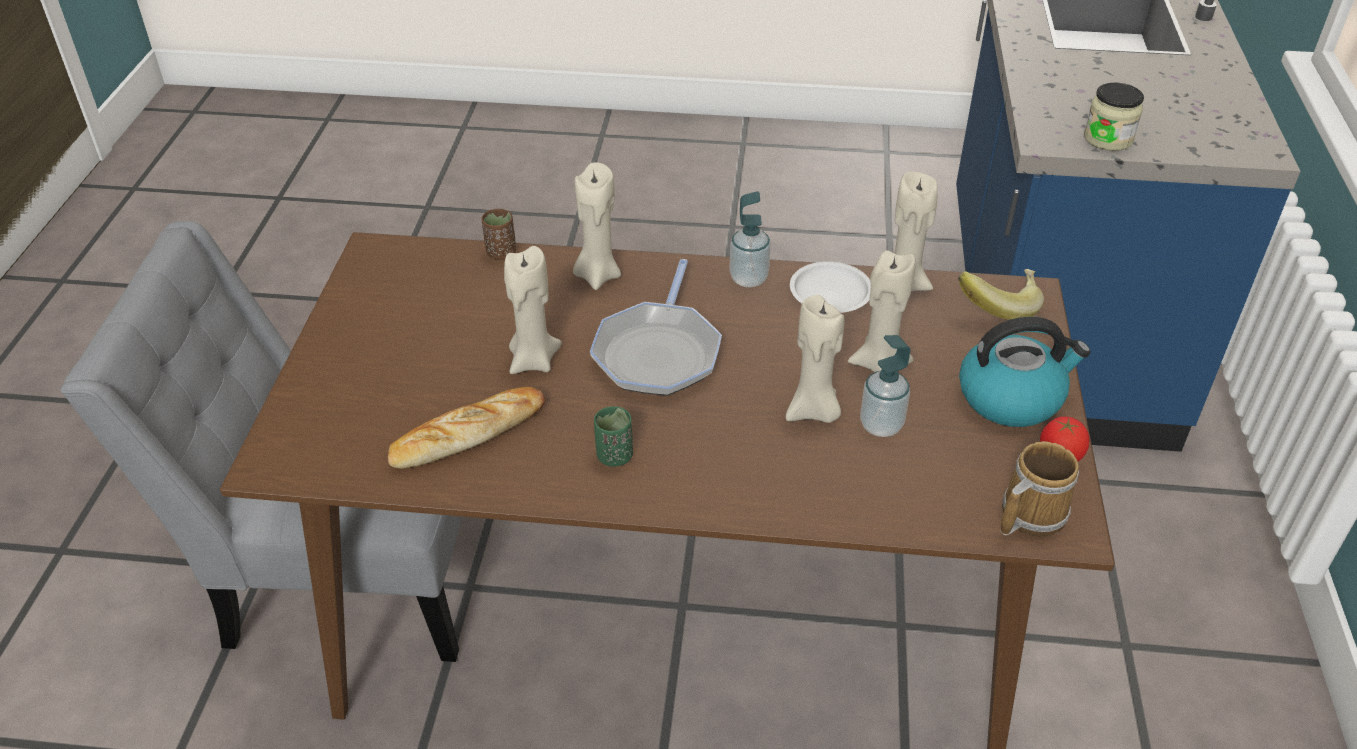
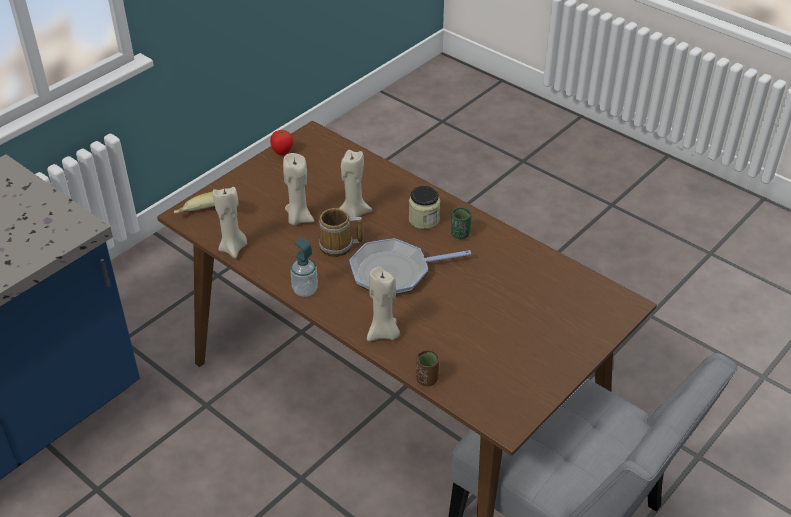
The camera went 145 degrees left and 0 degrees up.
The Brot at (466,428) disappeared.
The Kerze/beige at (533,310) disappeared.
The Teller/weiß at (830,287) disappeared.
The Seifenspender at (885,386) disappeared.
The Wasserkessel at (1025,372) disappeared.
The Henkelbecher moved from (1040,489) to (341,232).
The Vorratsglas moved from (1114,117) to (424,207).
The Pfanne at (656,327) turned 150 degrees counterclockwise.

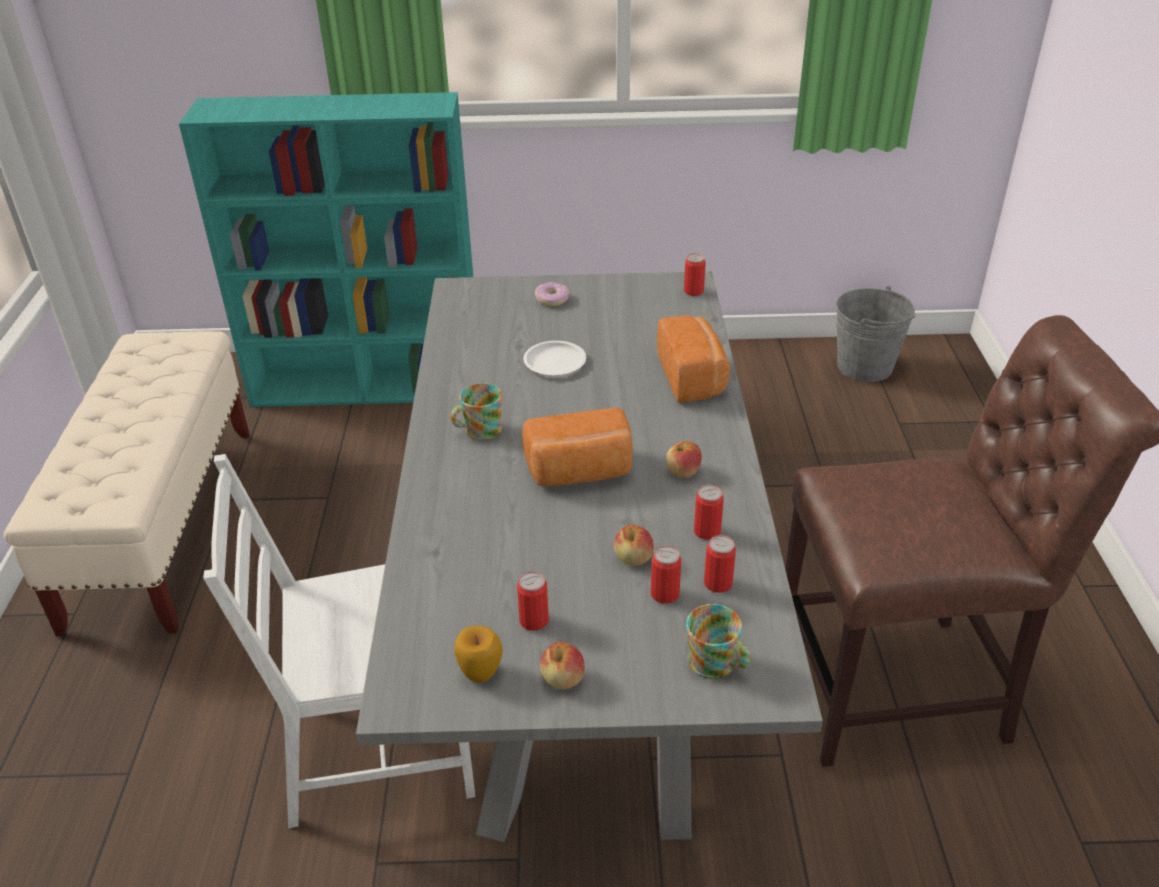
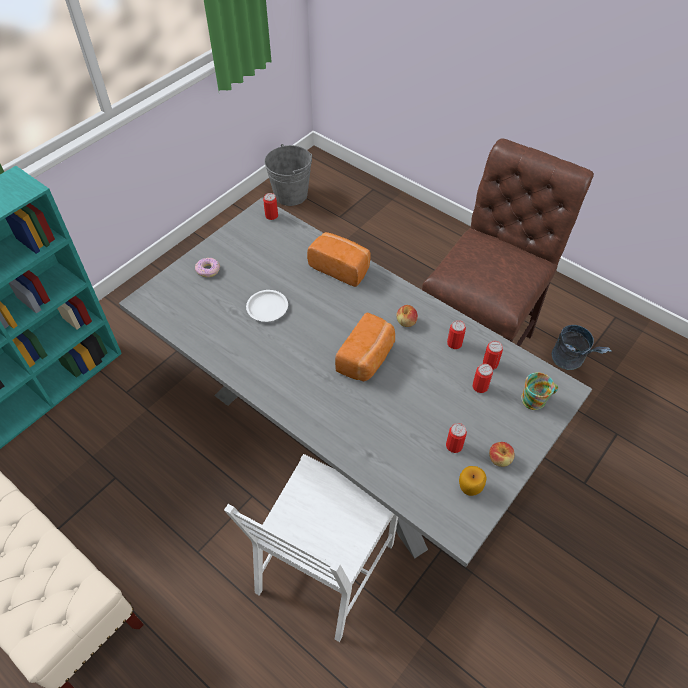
The camera went 50 degrees left and 15 degrees up.
The Henkelbecher at (476,412) disappeared.
The Apfel at (634,545) disappeared.
The Eimer/grau at (582,347) appeared.

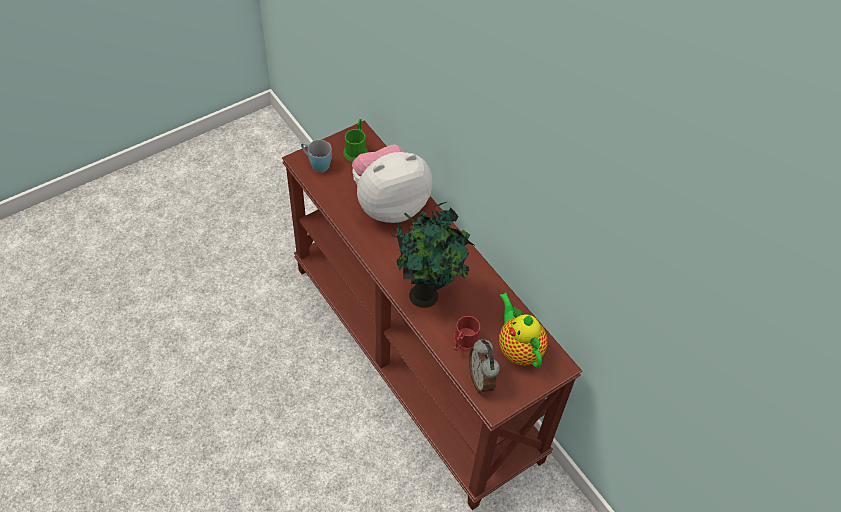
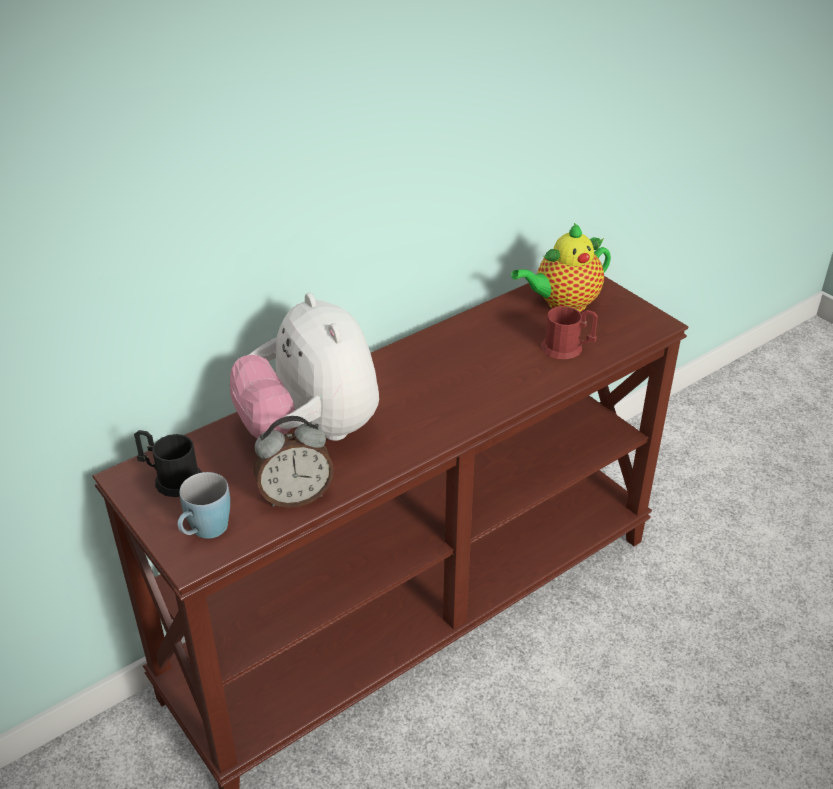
The camera went 90 degrees left and 15 degrees down.
The Topfpflanze at (431,255) disappeared.
The Wecker moved from (484,366) to (294,462).
The Henkelbecher/grün at (355,140) became the Henkelbecher/schwarz at (168,463).

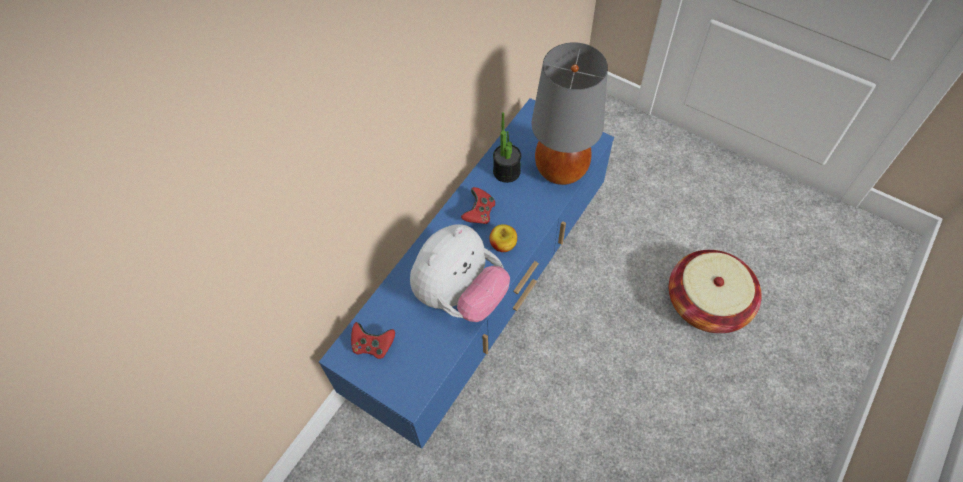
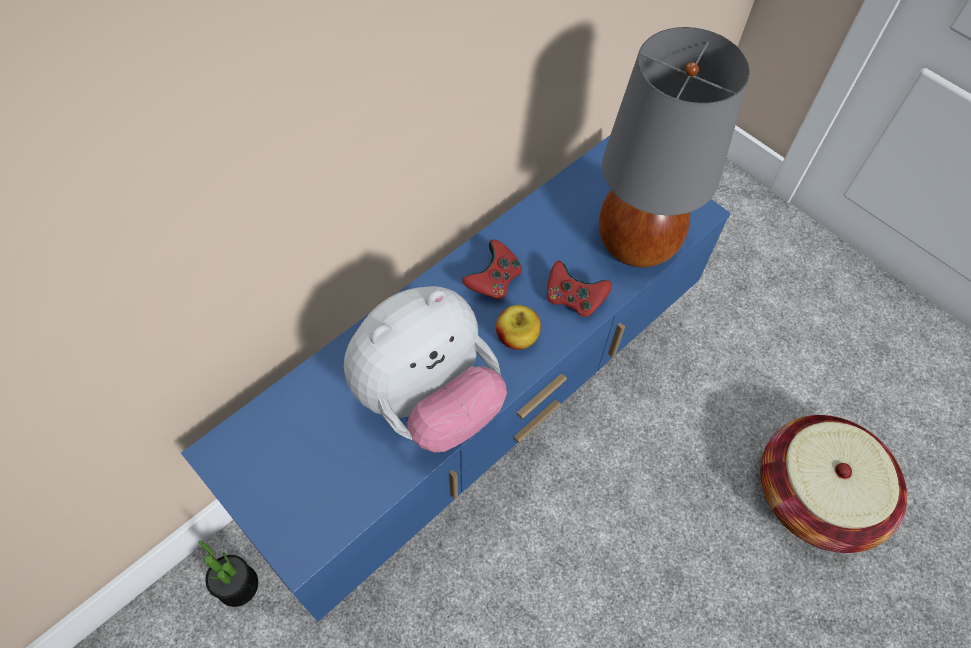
The camera went 10 degrees right and 0 degrees up.
The Gamepad/rot moved from (373,340) to (579,289).
The Topfpflanze moved from (507,147) to (228,573).

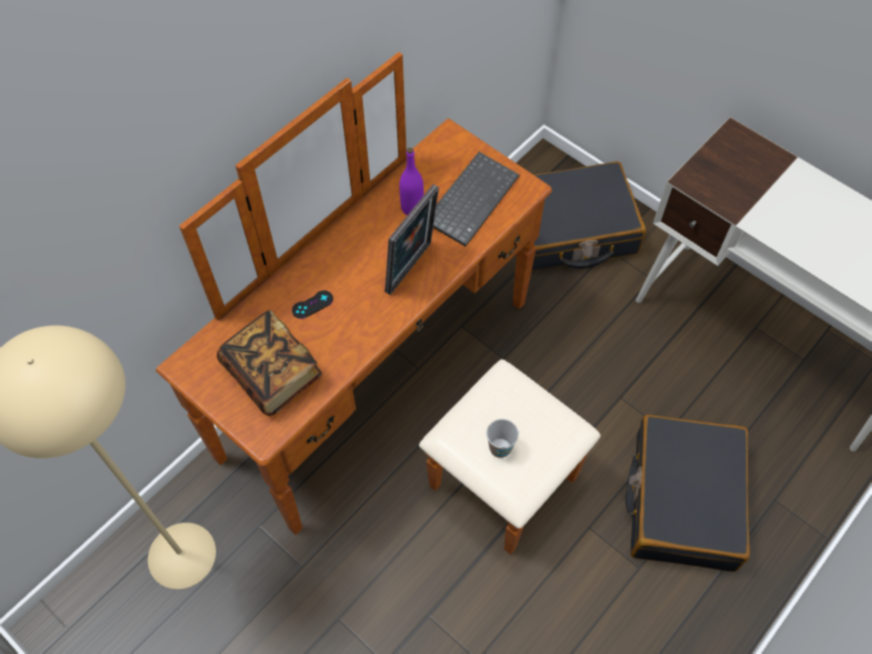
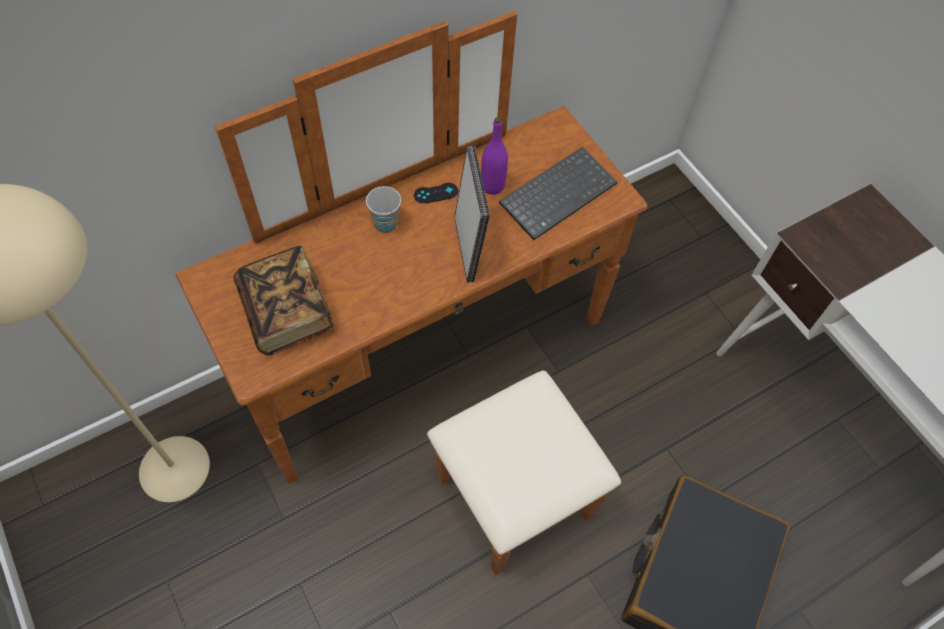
The camera went 15 degrees right and 0 degrees up.
The Koffer/schwarz at (589,216) disappeared.
The Gamepad/schwarz moved from (312,304) to (436,193).
The Tasse moved from (502,438) to (383,209).
The Bilderrahmen at (412,239) turned 60 degrees counterclockwise.

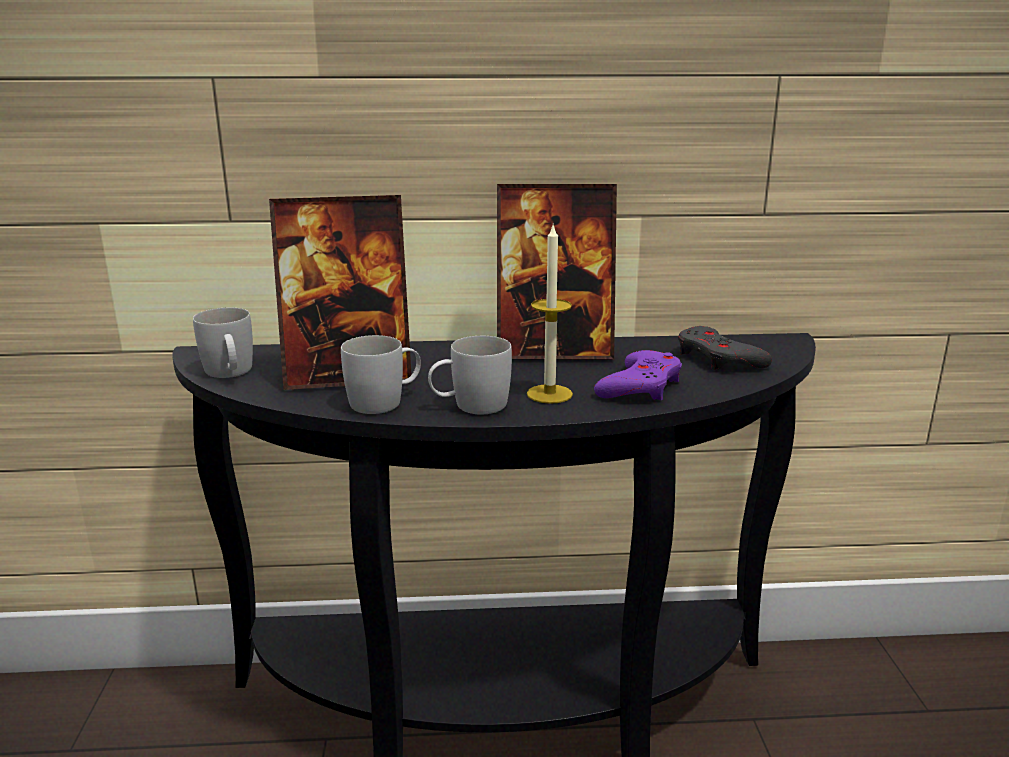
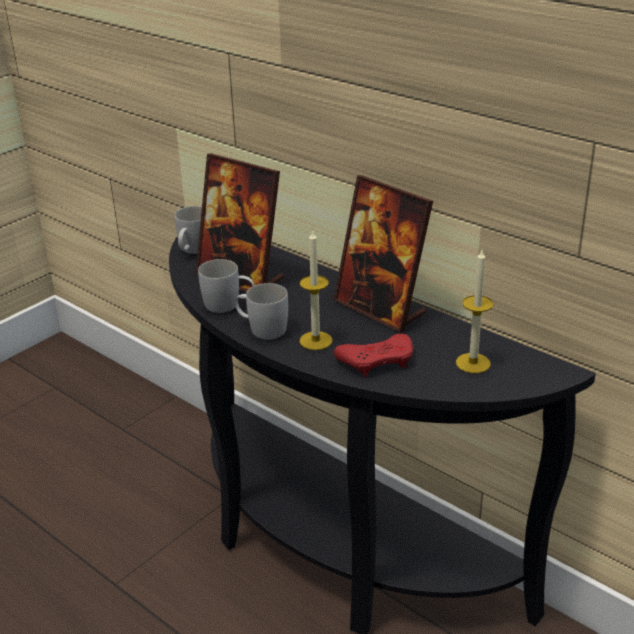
The camera went 45 degrees right and 10 degrees up.
The Gamepad/grau at (725,348) was replaced by the Kerze at (474,311).
The Gamepad/lila at (638,375) became the Gamepad/rot at (373,355).

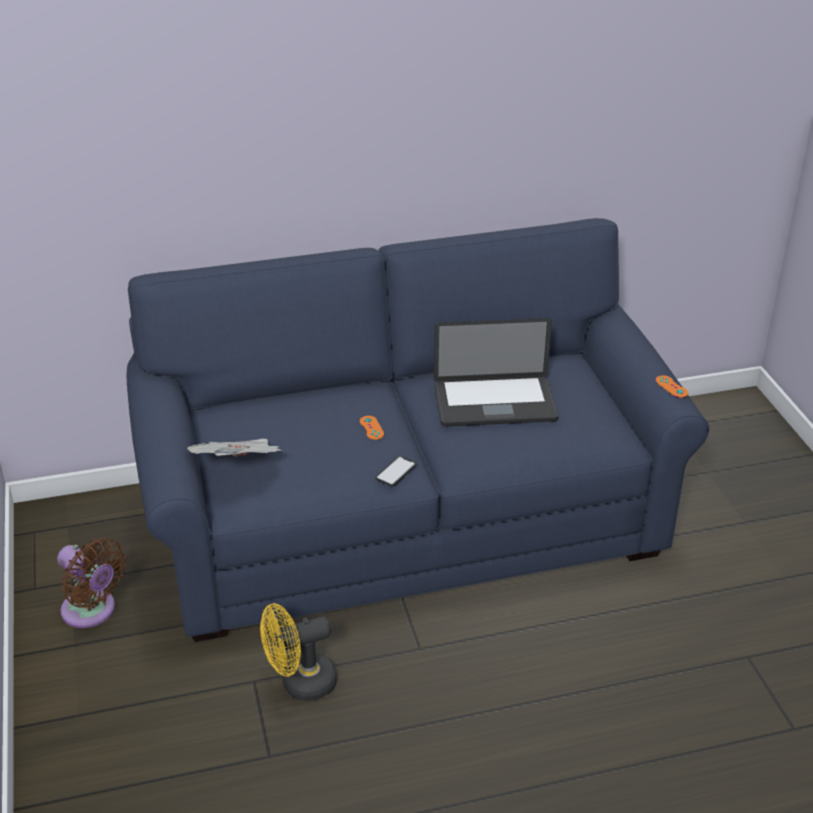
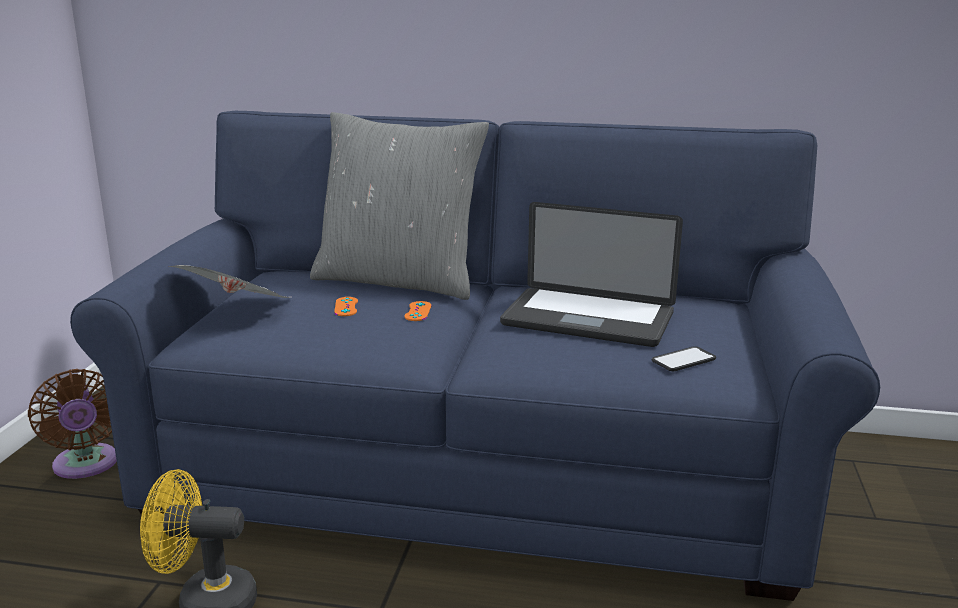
The camera went 25 degrees right and 15 degrees down.
The Kissen/grau at (399,206) appeared.
The Handy moved from (396,471) to (683,358).
The Gamepad/orange moved from (672,386) to (346,306).

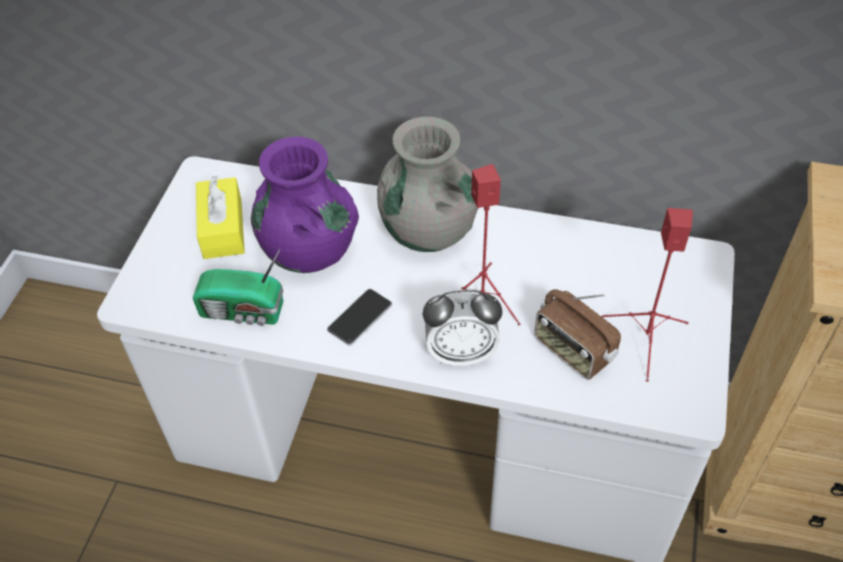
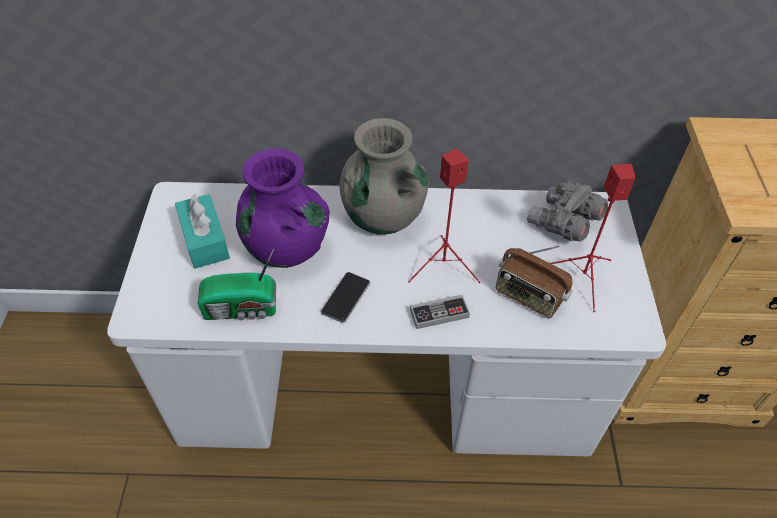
The camera went 15 degrees left and 0 degrees up.
The Fernglas/grau at (567,211) appeared.
The Wecker at (462,327) was replaced by the Gamepad at (440,312).
The Taschentuchbox/gelb at (220,217) became the Taschentuchbox/türkis at (202,231).

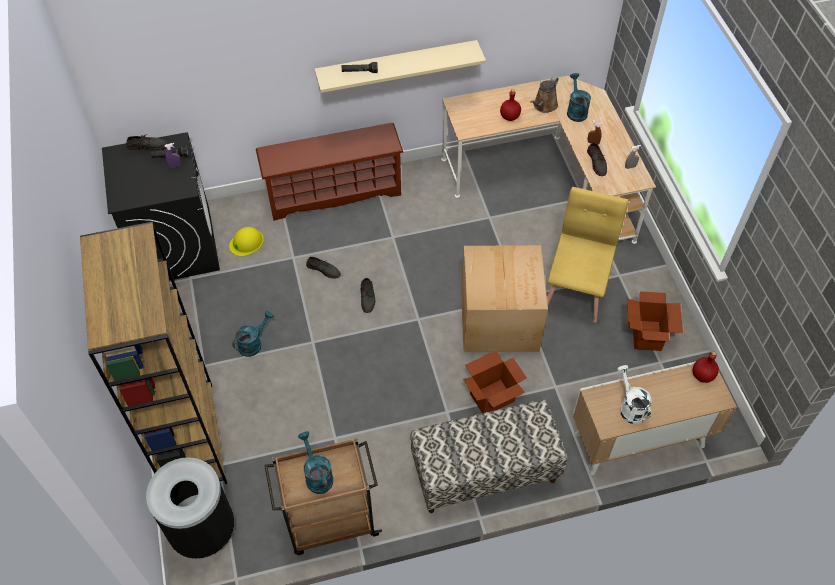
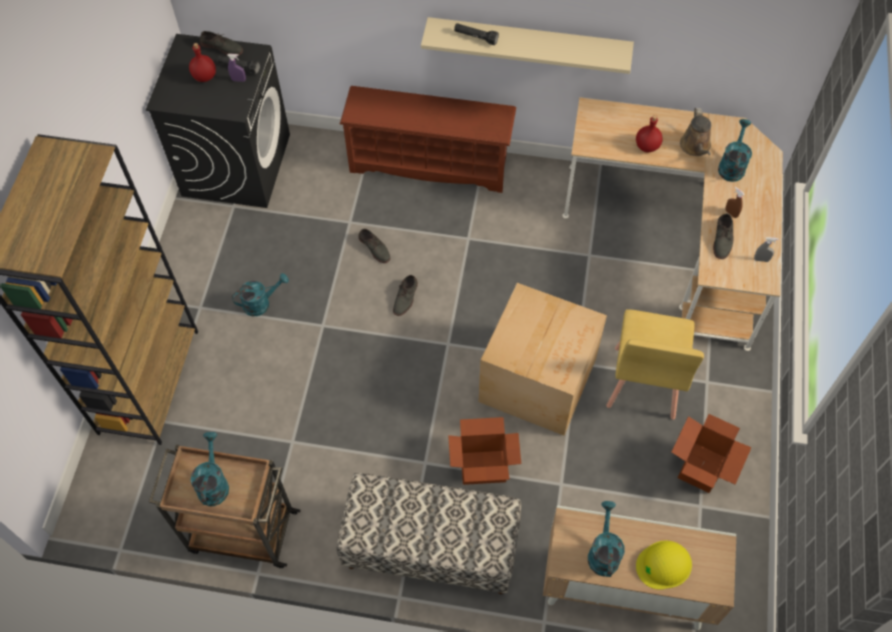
The camera went 25 degrees right and 5 degrees up.
The Mülleimer/schwarz at (190,508) disappeared.
The Schutzhelm/gelb moved from (246,241) to (664,565).
The Flasche/rot moved from (706,367) to (202,62).
The Gießkanne/weiß at (634,394) became the Gießkanne/türkis at (606,539).
The Gießkanne/braun at (544,94) turned 60 degrees counterclockwise.
The Stuhl/gelb at (587,254) turned 150 degrees clockwise.

